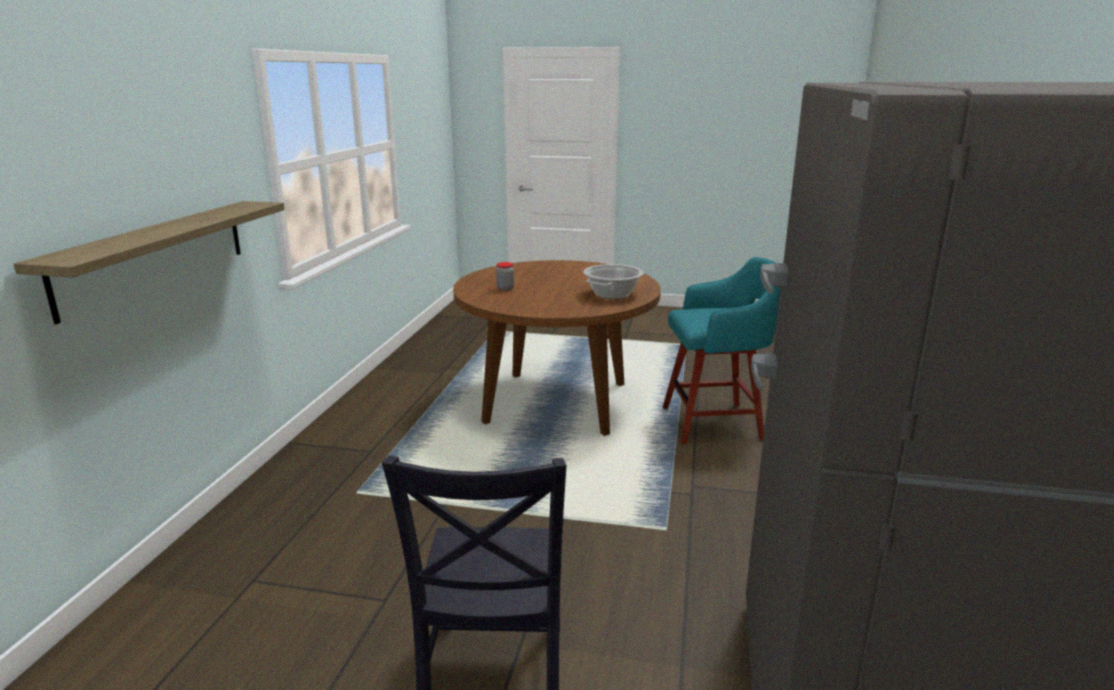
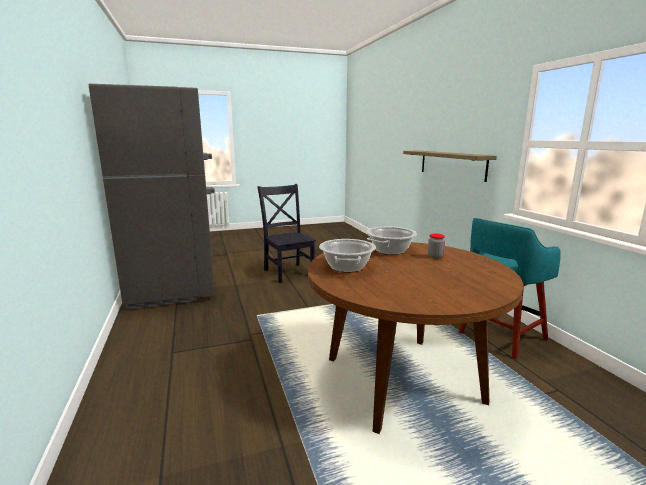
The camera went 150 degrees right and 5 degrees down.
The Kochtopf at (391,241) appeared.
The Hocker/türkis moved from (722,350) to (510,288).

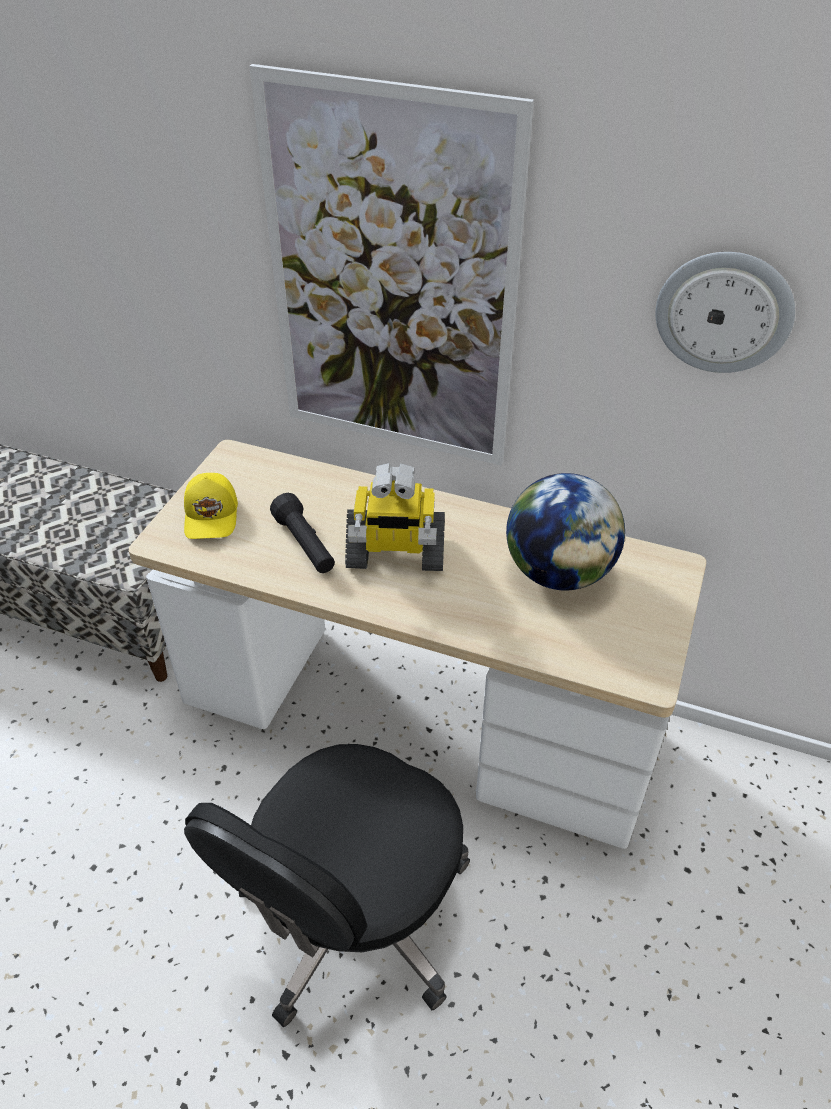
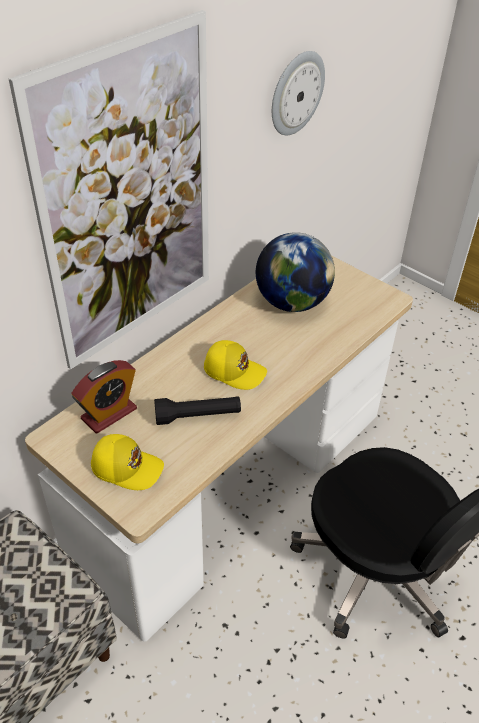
The camera went 70 degrees left and 0 degrees up.
The Wecker at (104,397) appeared.
The Spielzeugroboter at (395,517) was replaced by the Kappe/gelb at (235,365).

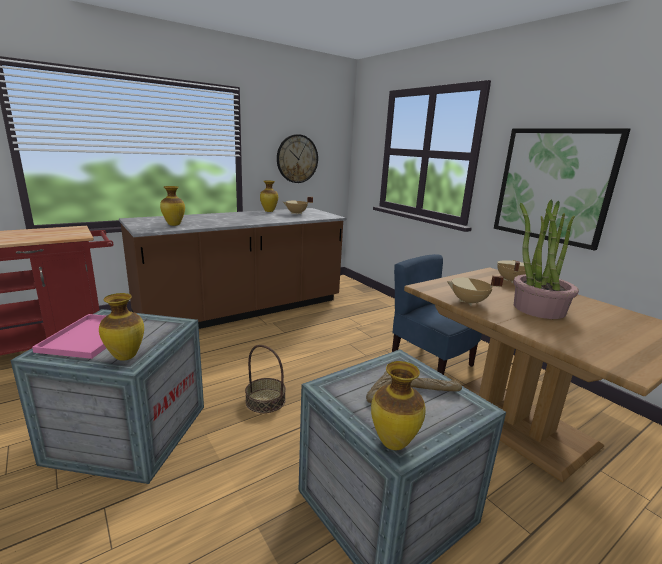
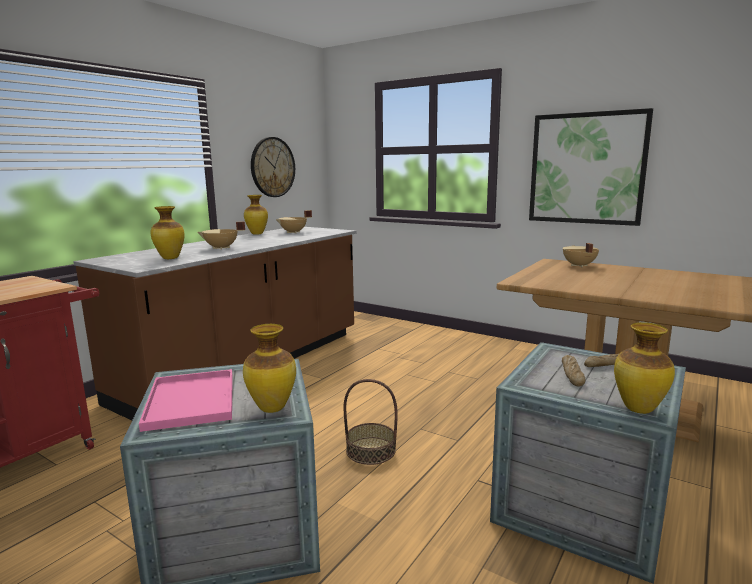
The camera went 20 degrees left and 5 degrees down.
The Stuhl/blau at (437,314) disappeared.
The Topfpflanze at (546,259) disappeared.
The Kochtopf/beige moved from (475,291) to (221,235).

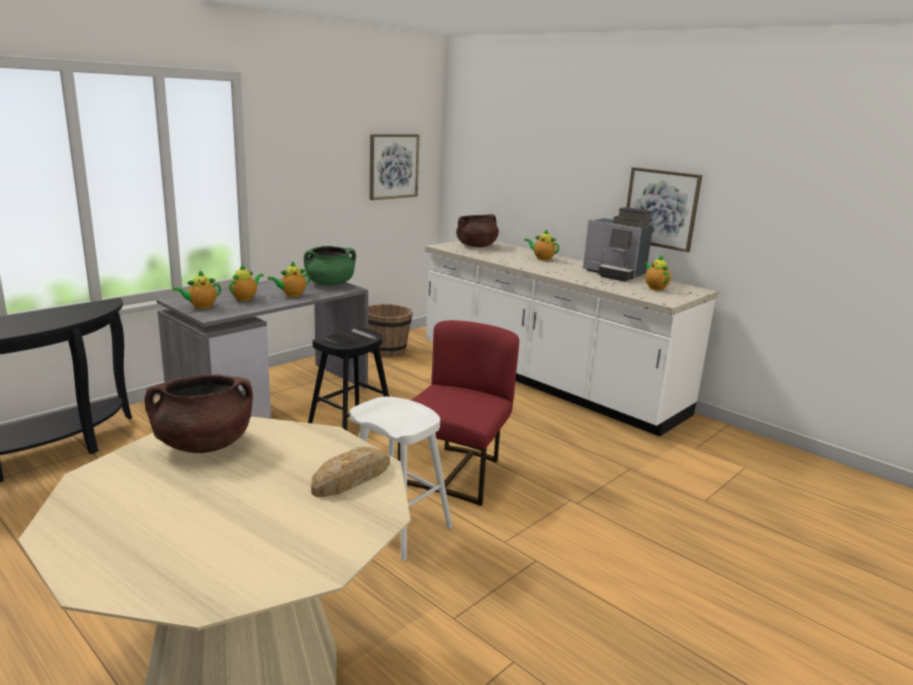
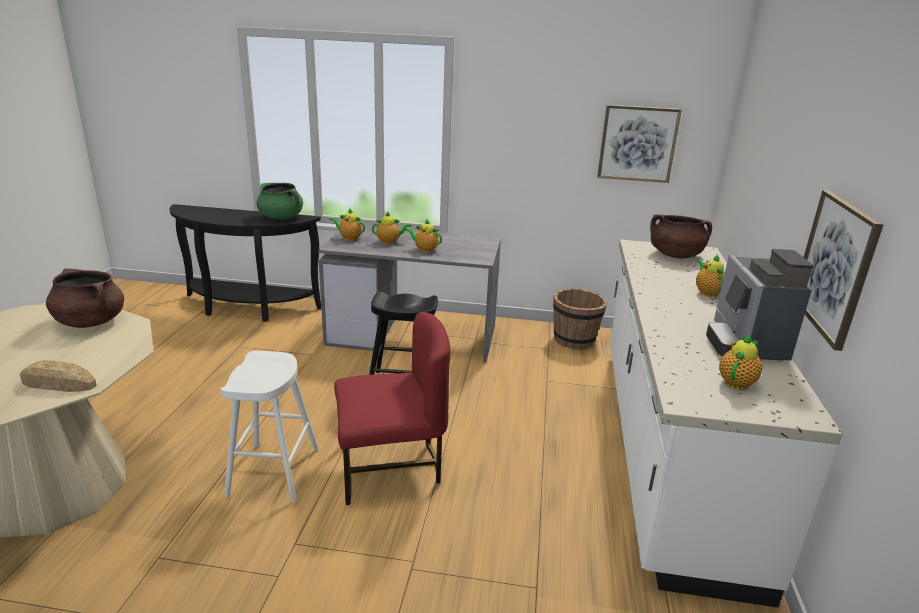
The camera went 55 degrees right and 5 degrees up.
The Kochtopf/grün moved from (330,265) to (280,201).

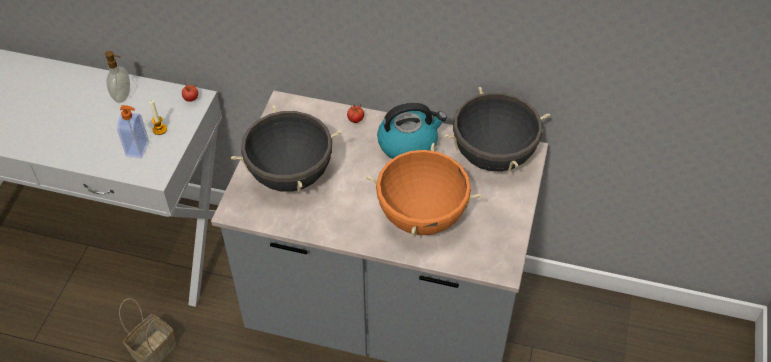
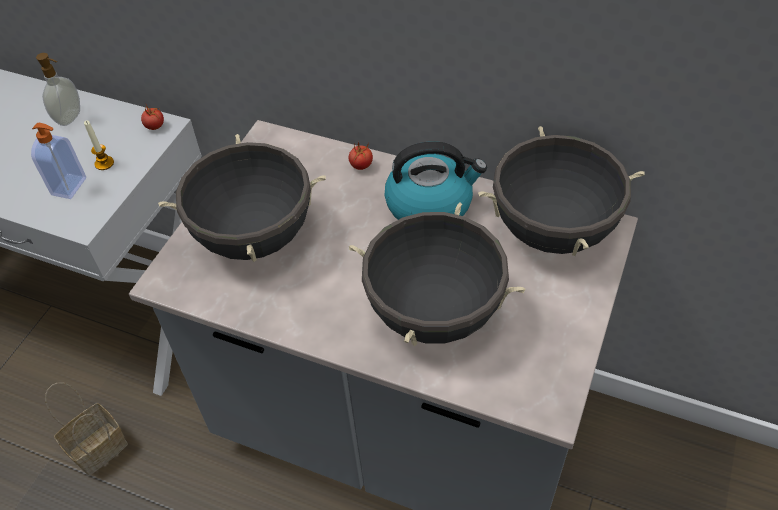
The camera went 10 degrees right and 0 degrees up.
The Kochtopf/orange at (424,190) became the Kochtopf/schwarz at (437,274).

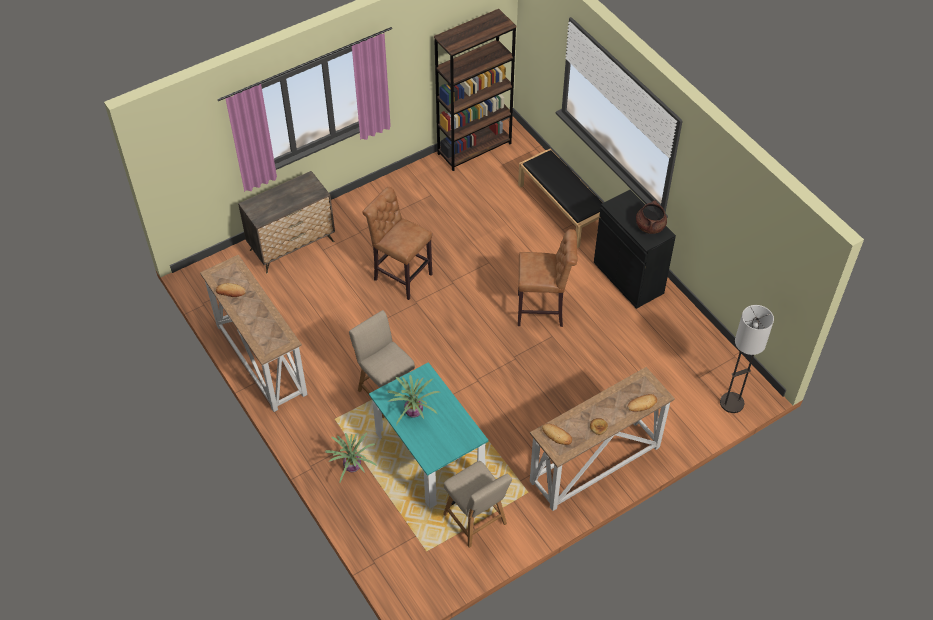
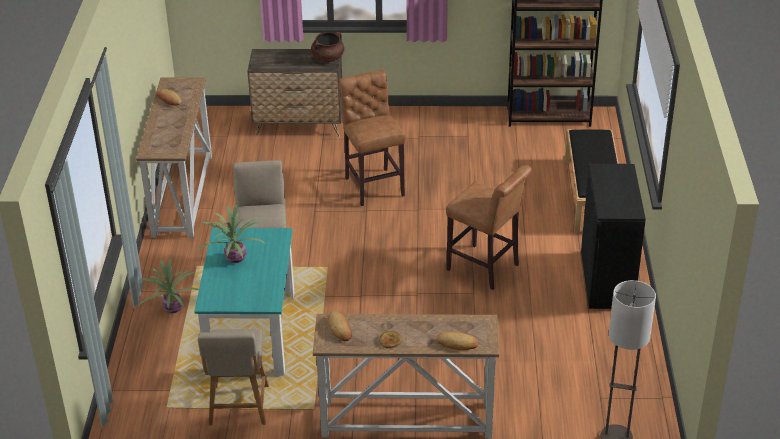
The camera went 35 degrees right and 15 degrees down.
The Kochtopf/braun moved from (651,217) to (327,47).

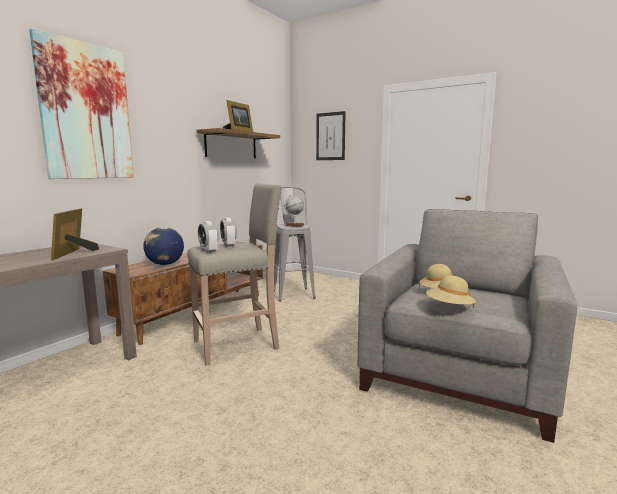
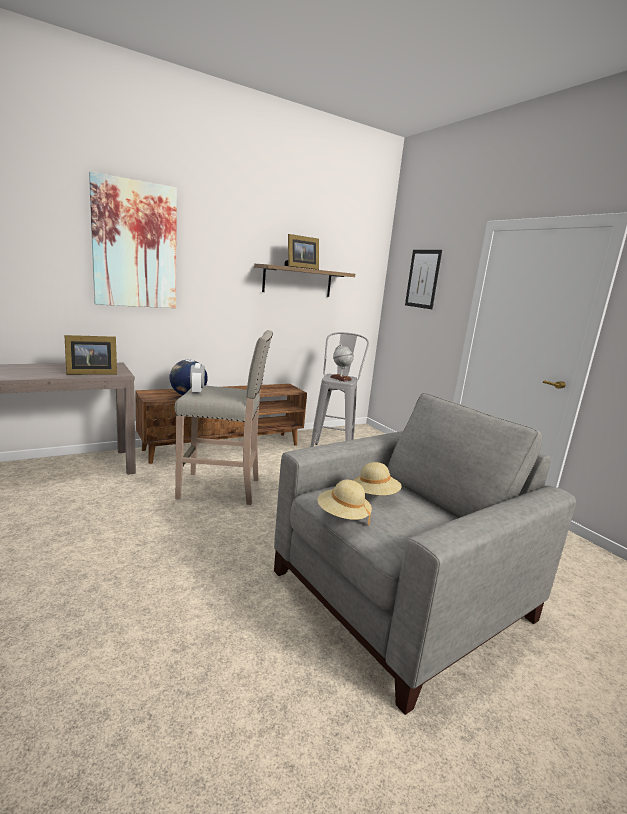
The camera went 25 degrees right and 5 degrees up.
The Wecker at (228,232) disappeared.
The Bilderrahmen at (75,234) turned 135 degrees counterclockwise.

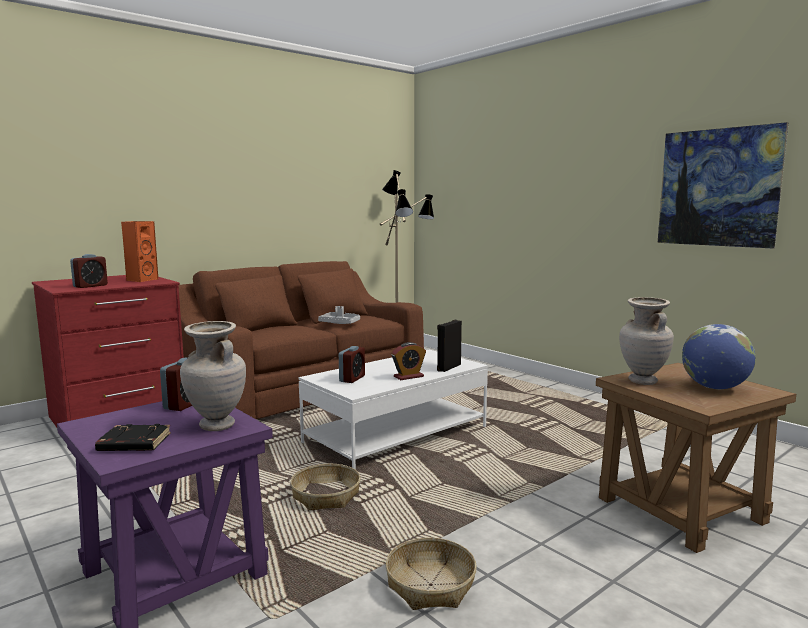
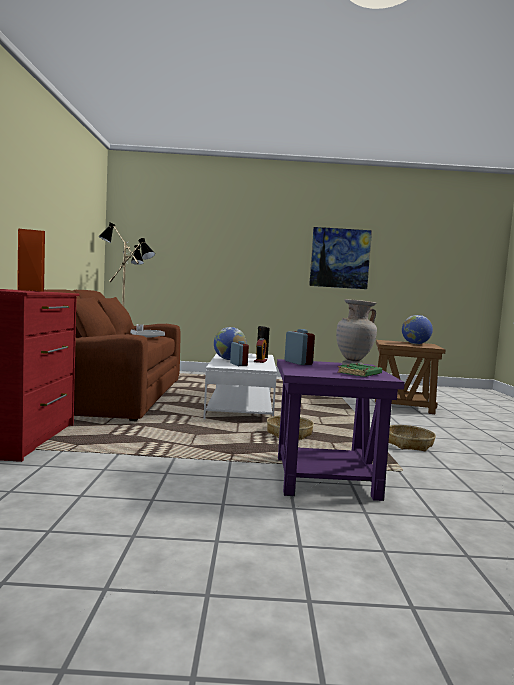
The camera went 50 degrees left and 5 degrees down.
The Wecker at (89,271) disappeared.
The Vase/beige at (646,341) disappeared.
The Globus at (230,343) appeared.
The Buch/schwarz at (133,437) became the Buch/grün at (359,370).

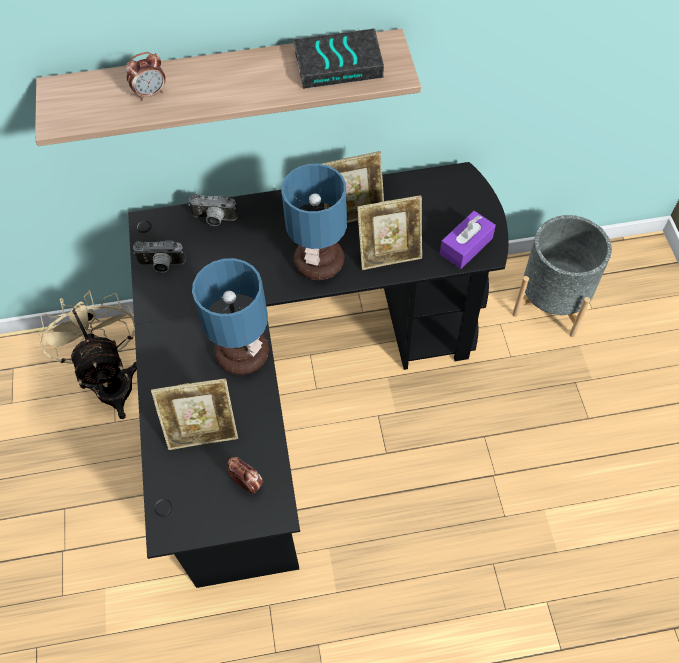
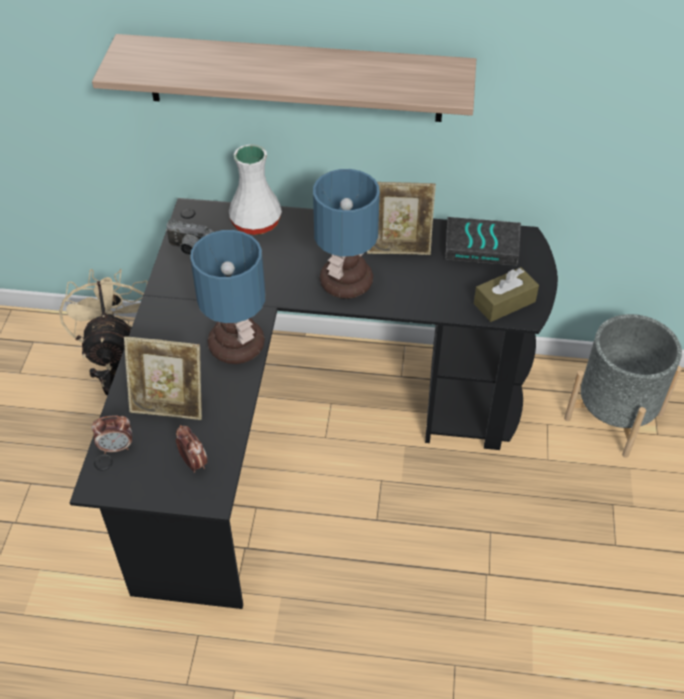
The camera went 15 degrees right and 10 degrees down.
The Bilderrahmen at (389,232) disappeared.
The Wecker moved from (145,76) to (111,435).
The Buch moved from (338,58) to (483,241).
The Kamera at (213,209) was replaced by the Vase/weiß at (255,189).
The Taschentuchbox/lila at (468,240) became the Taschentuchbox/braun at (506,294).

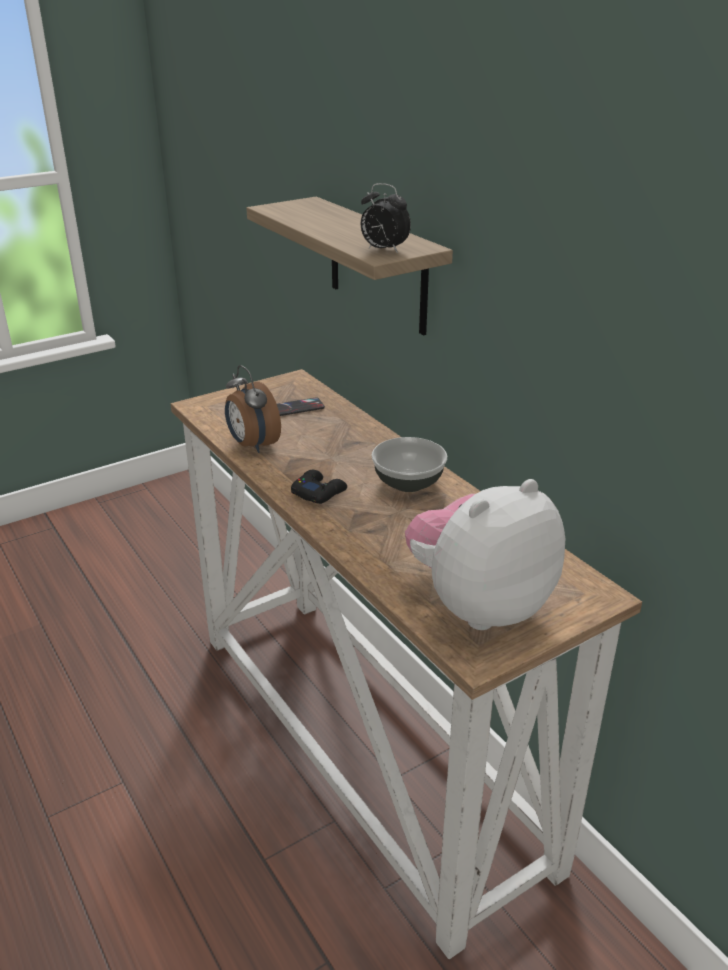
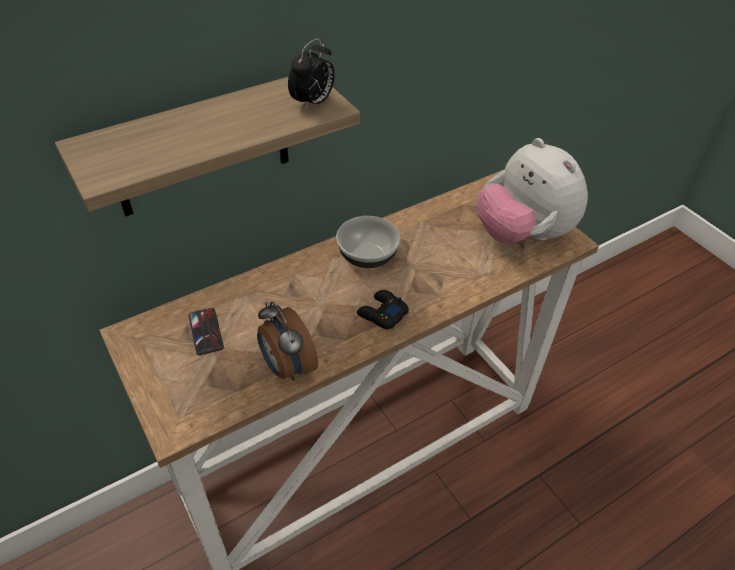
The camera went 90 degrees left and 15 degrees up.
The Wecker at (253,409) turned 90 degrees clockwise.

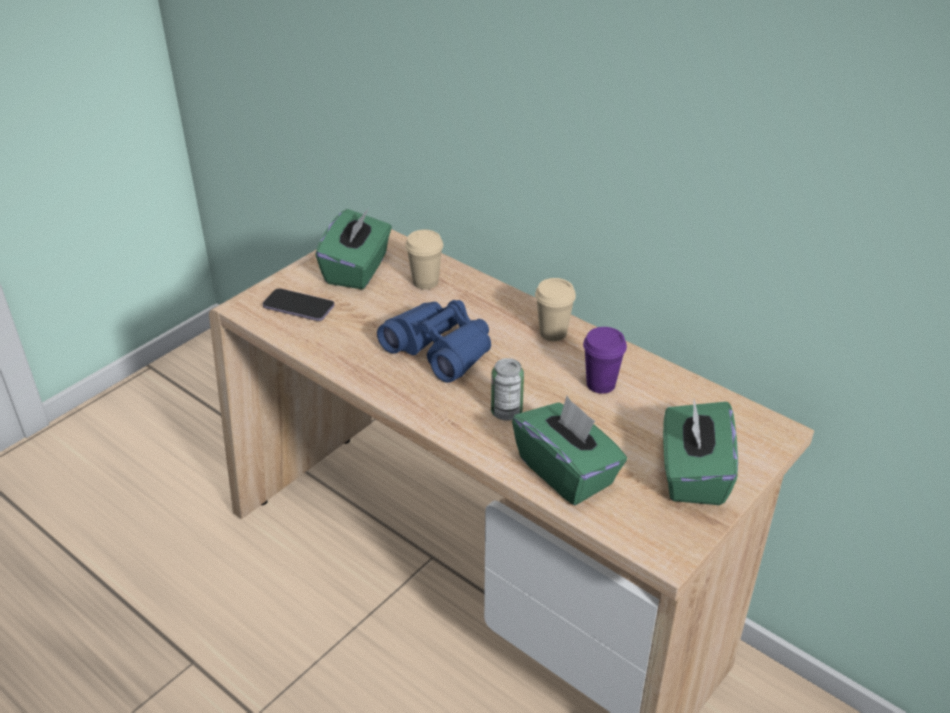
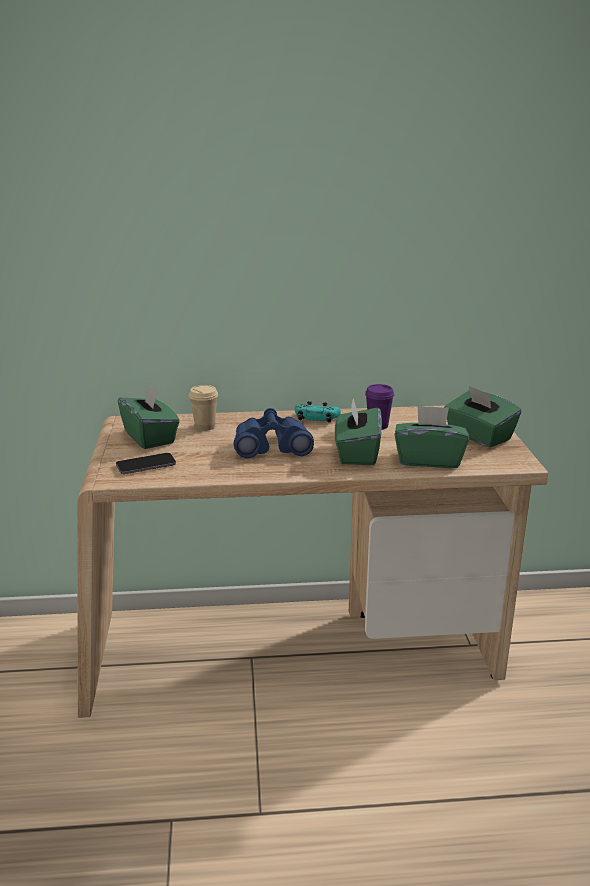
The camera went 45 degrees left and 15 degrees down.
The Dose at (507,389) was replaced by the Taschentuchbox/grün at (358,431).
The Tasse/beige at (555,309) was replaced by the Gamepad/türkis at (318,412).

